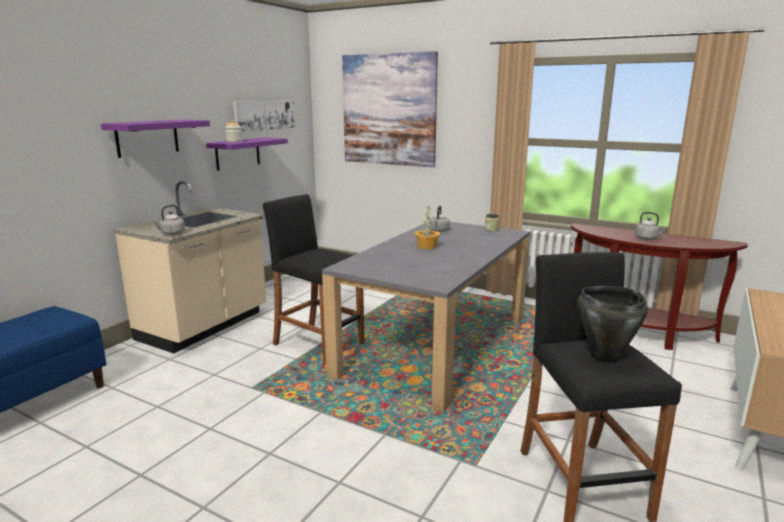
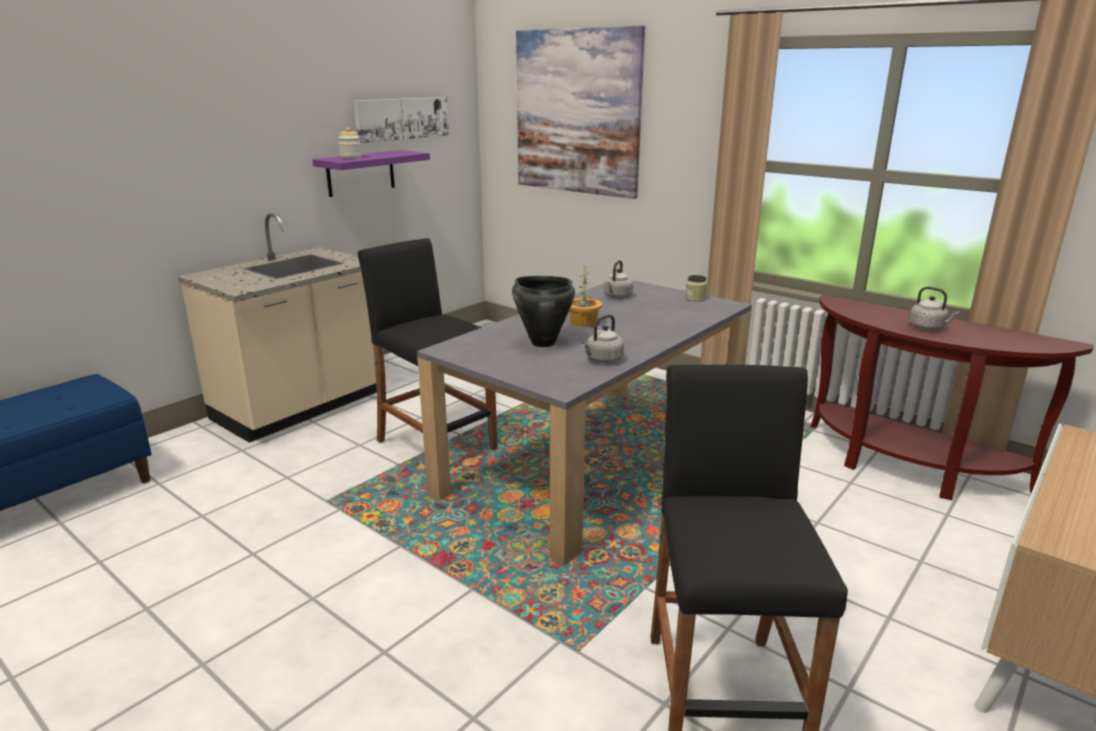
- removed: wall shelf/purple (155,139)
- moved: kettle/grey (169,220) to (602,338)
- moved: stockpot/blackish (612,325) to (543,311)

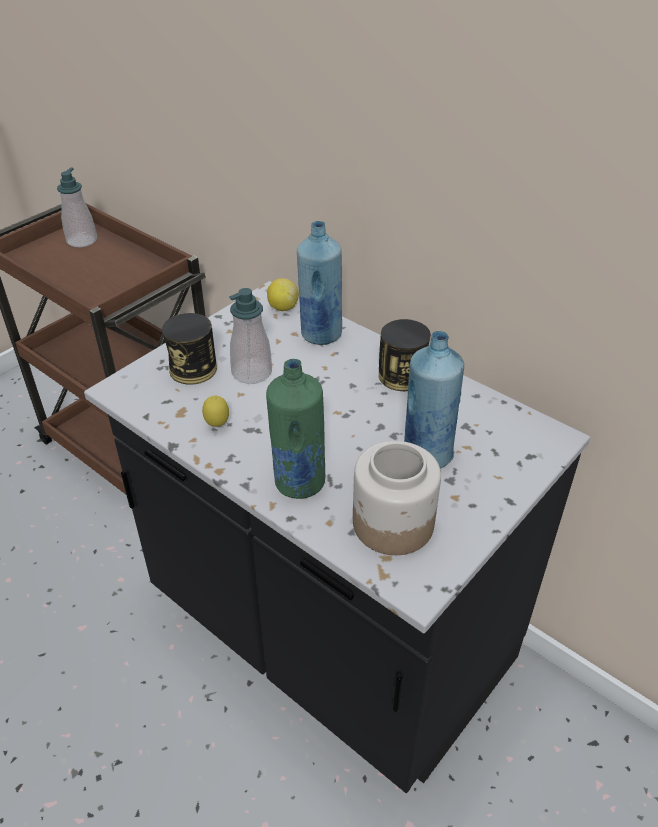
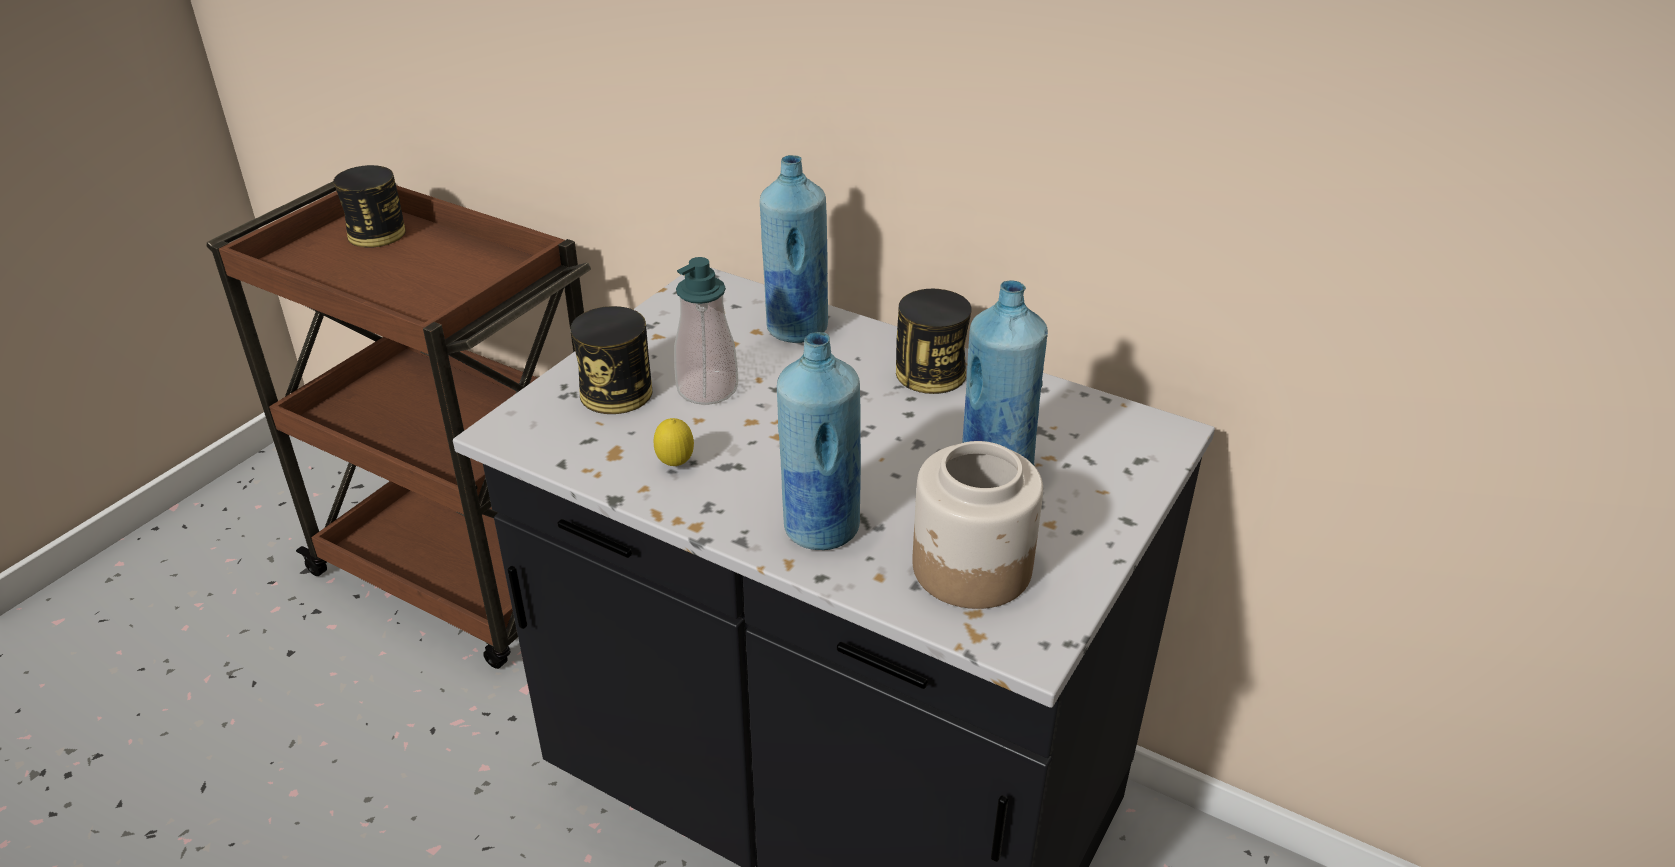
- replaced: liquid soap bottle (77,207) to sealed can (369,206)
- removed: lemon (283,294)
- recoloured: bottle/greenish (295,429) to bottle/bluish (819,441)

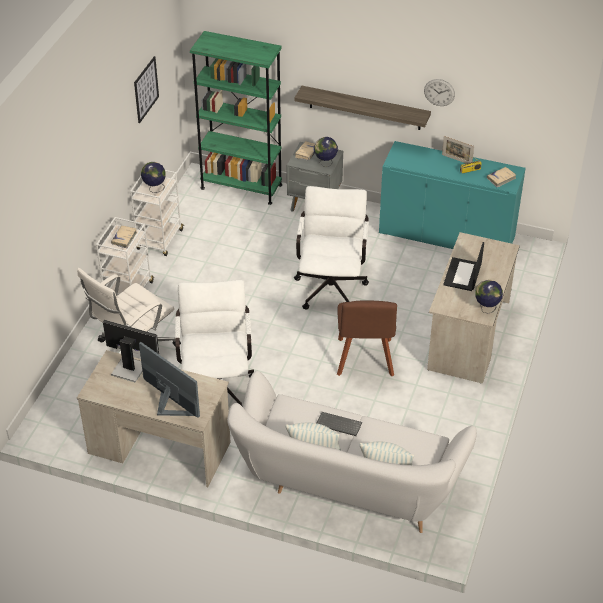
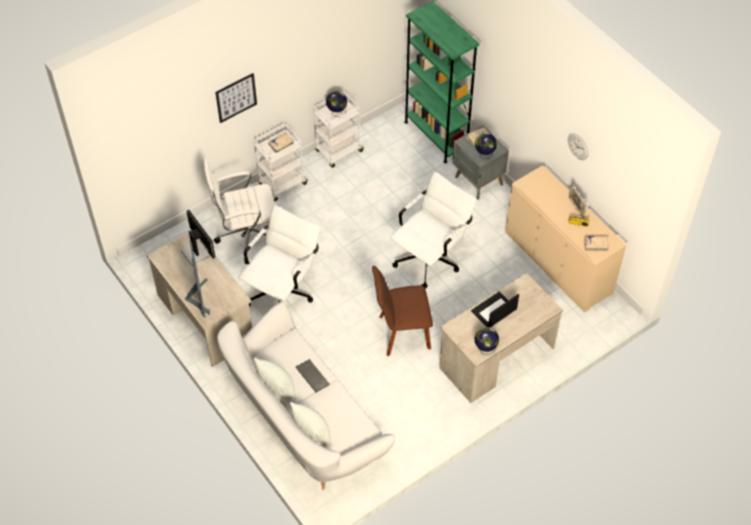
- moved: wall art (146,89) to (236,98)
- removed: wall shelf (362,108)
- recoloured: cupboard/blue-green (452,195) to cupboard/beige-coloured (565,238)
- turned: chair/brown (367,338) = (402,311) 45 degrees clockwise

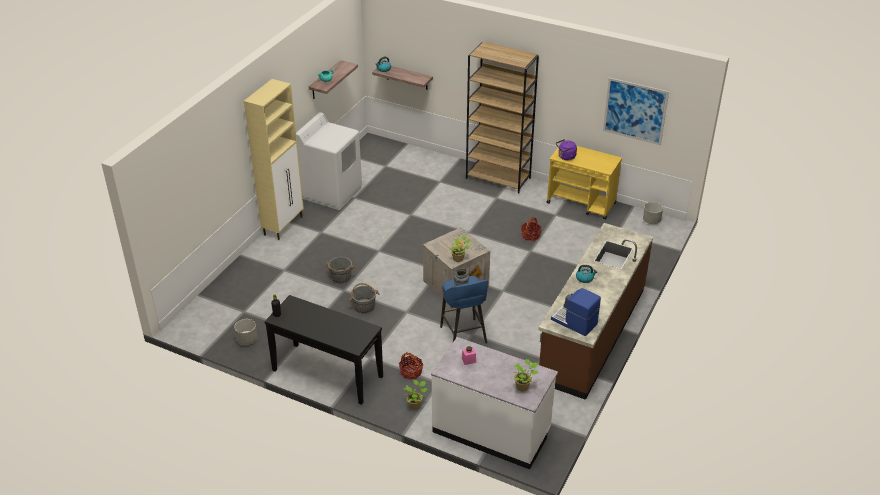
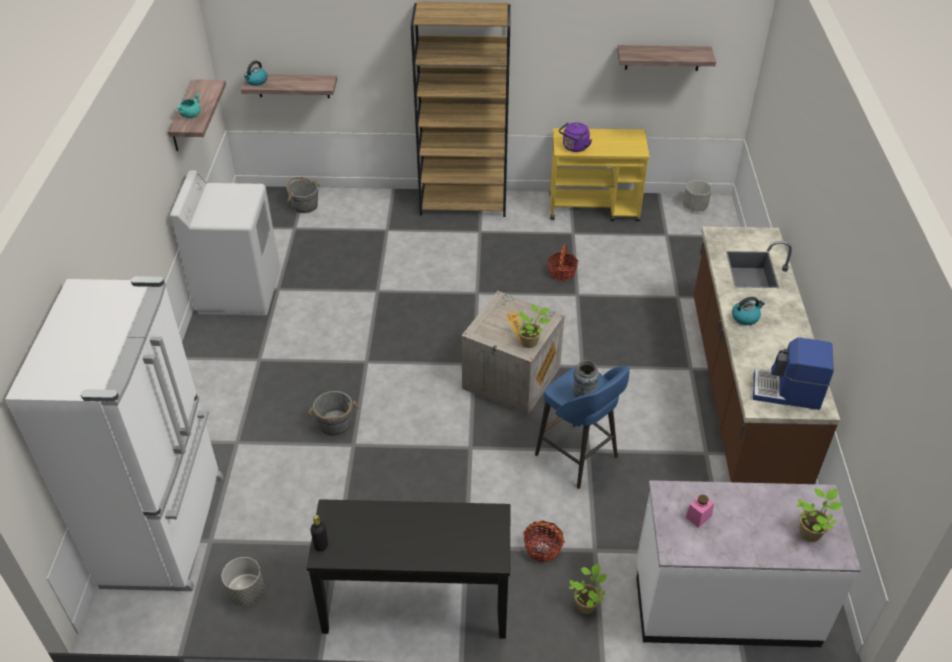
- replaced: wall art (636,111) to wall shelf (666,58)
- removed: cupboard/beige-coloured (274,159)
- moved: pail/grey (364,298) to (303,195)
- added: refrigerator/whitish (114,433)

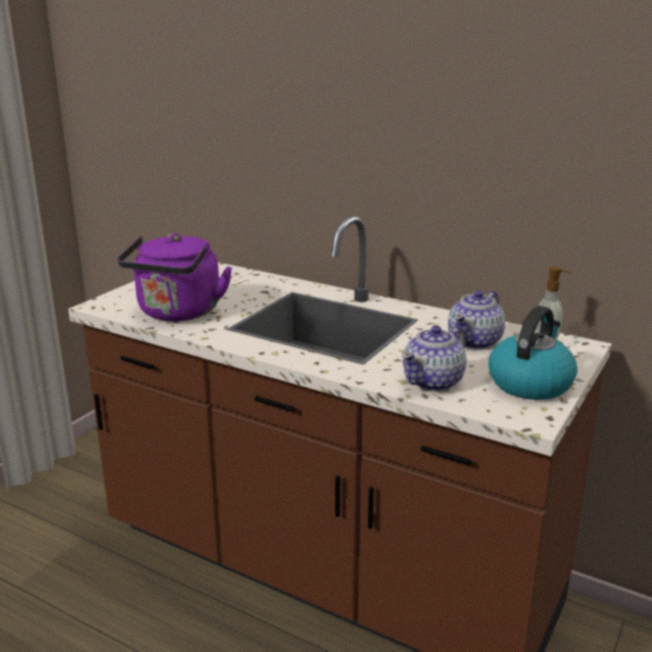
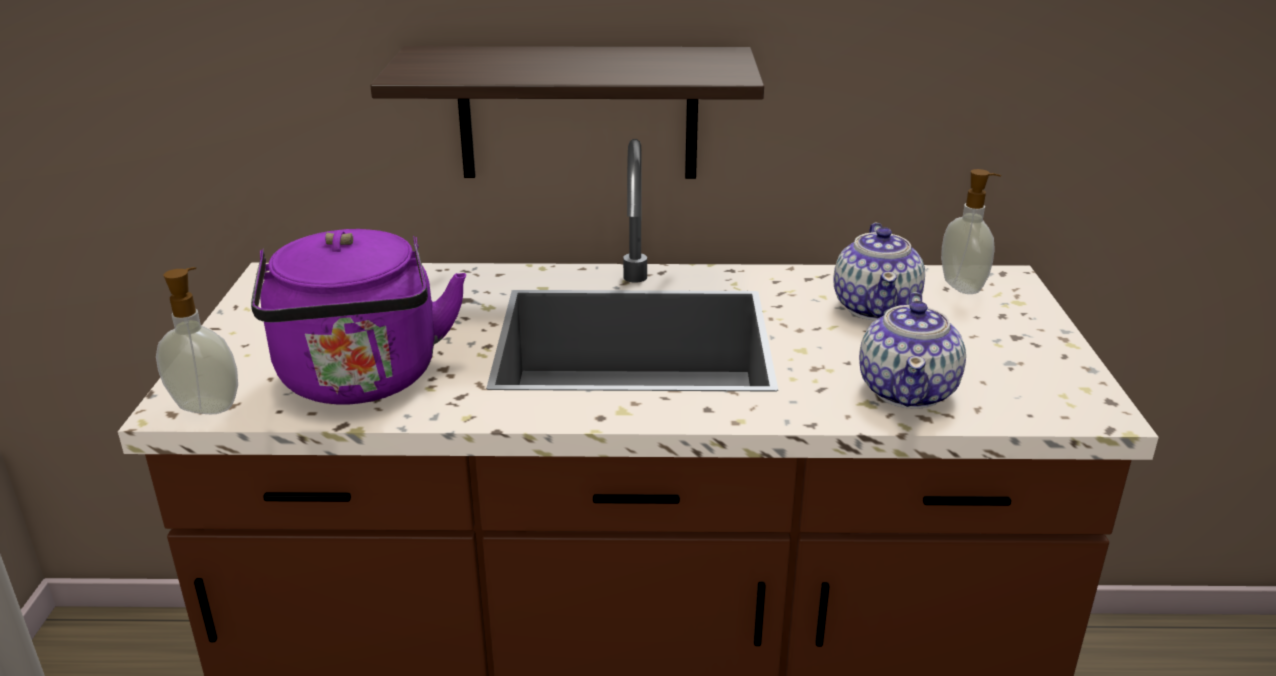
- removed: kettle (533,353)
- added: wall shelf (567,112)
- added: liquid soap bottle (197,340)

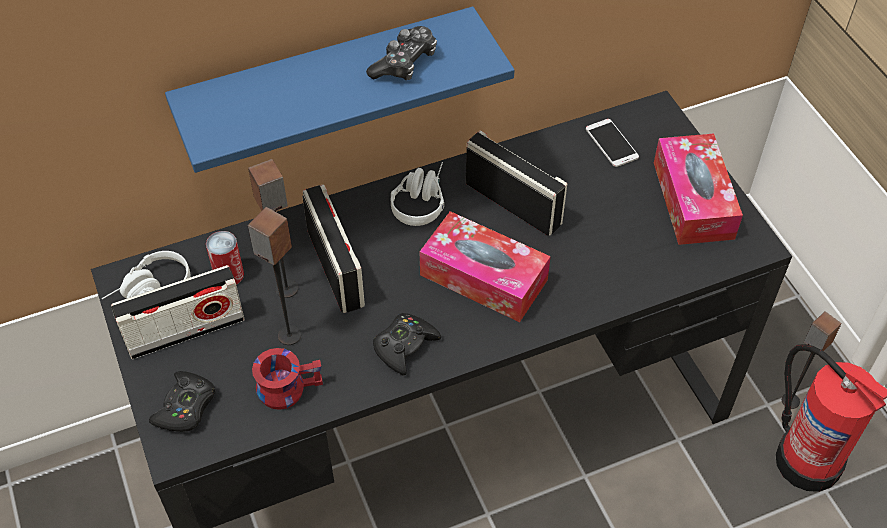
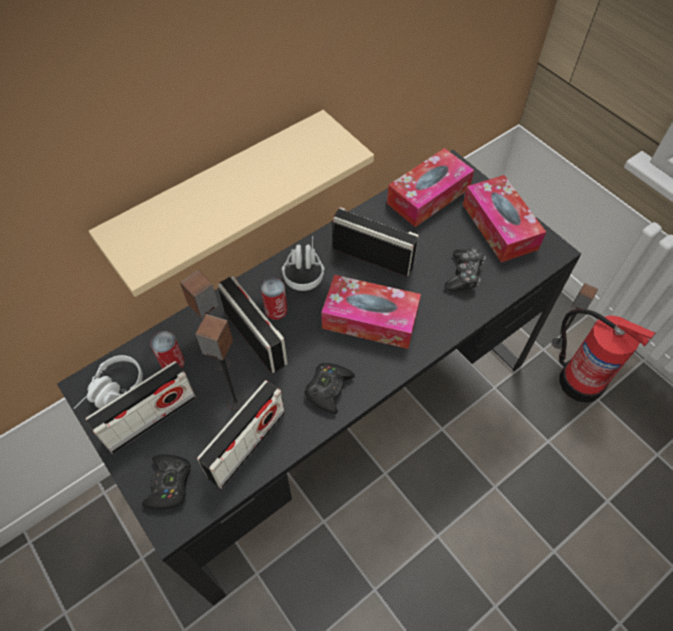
- recoloured: wall shelf/bluish (340,90) to wall shelf/beige-coloured (231,203)
- moved: gamepad (401,53) to (465,270)
- replaced: telephone (612,143) to tissue holder (430,187)
- replaced: coffee mug/red (287,379) to radio (241,434)
- added: sealed can (274,299)

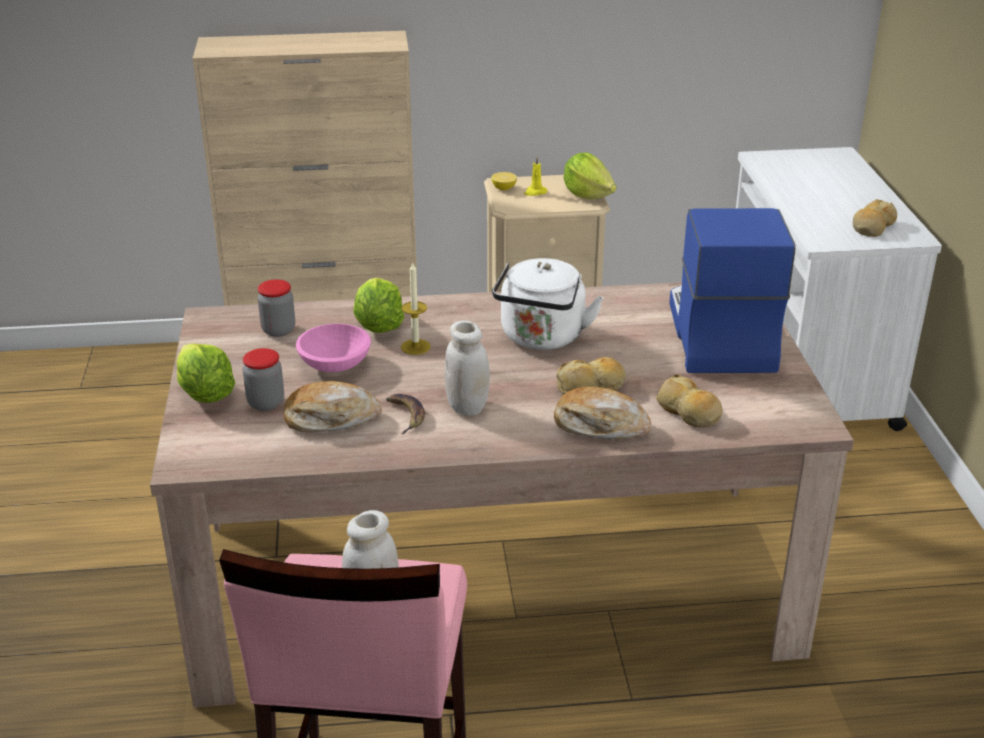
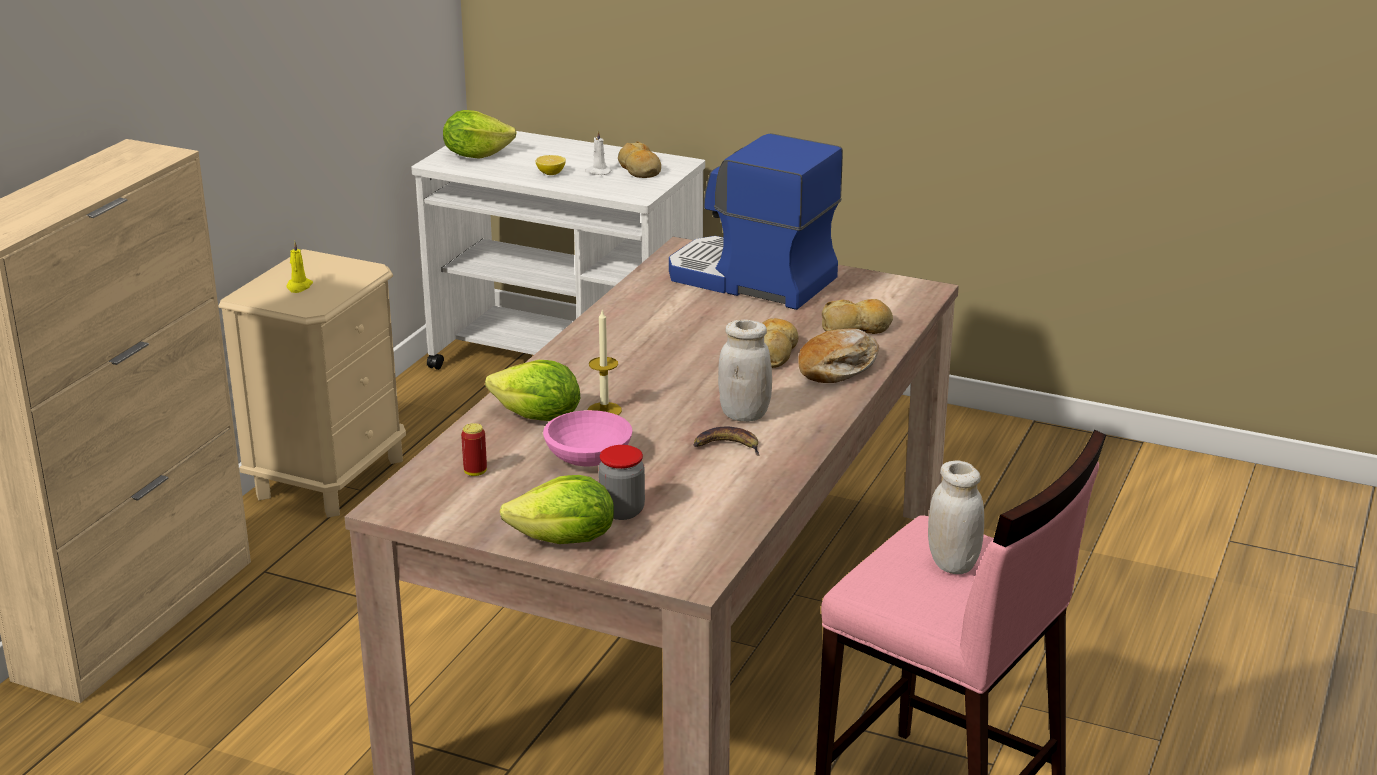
- moved: head of lettuce (589,176) to (480,134)
- moved: lemon (504,181) to (550,165)
- removed: kettle/whitish (548,304)
- replaced: storage jar (276,308) to sealed can (474,449)
- removed: baked bread (332,406)
- added: wax candle/whitish (598,152)

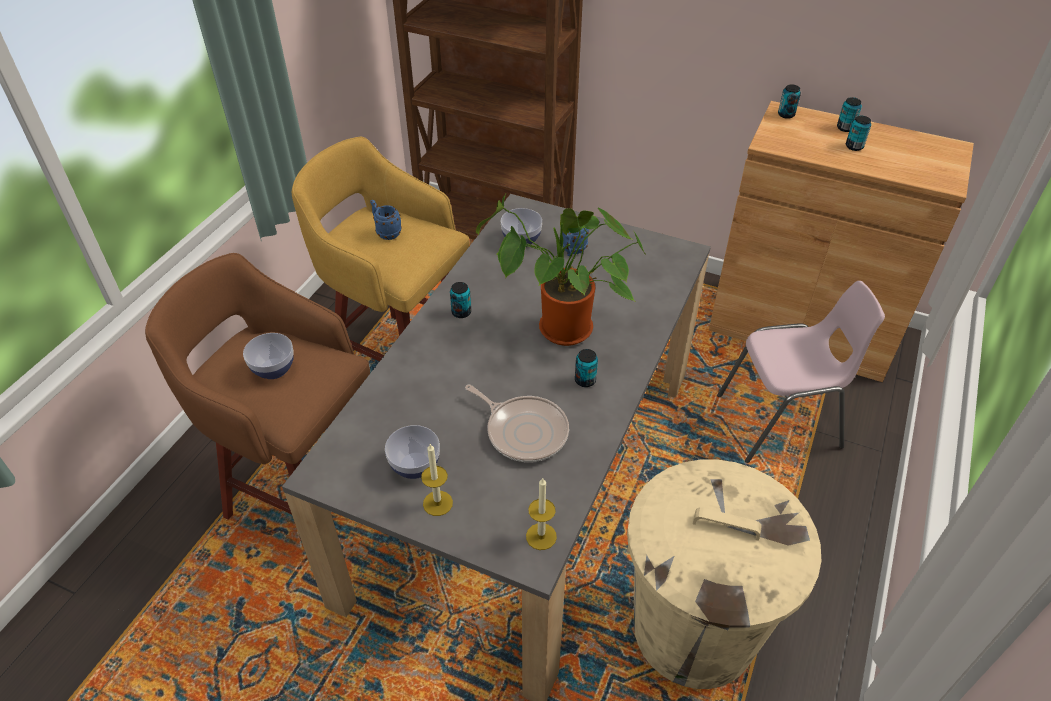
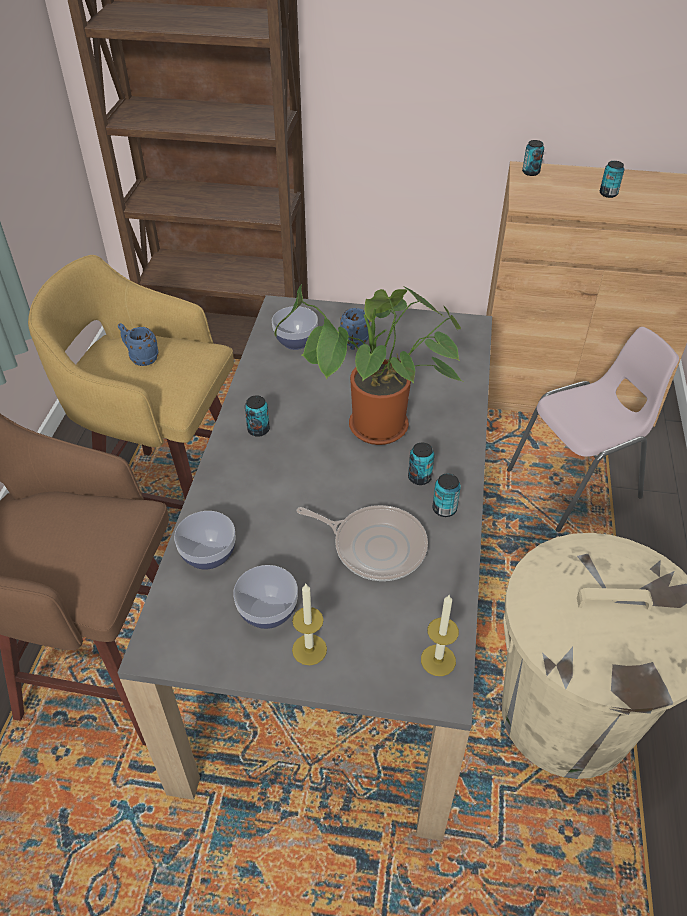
- moved: sealed can (849,114) to (446,495)
- moved: bowl (268,356) to (205,540)

